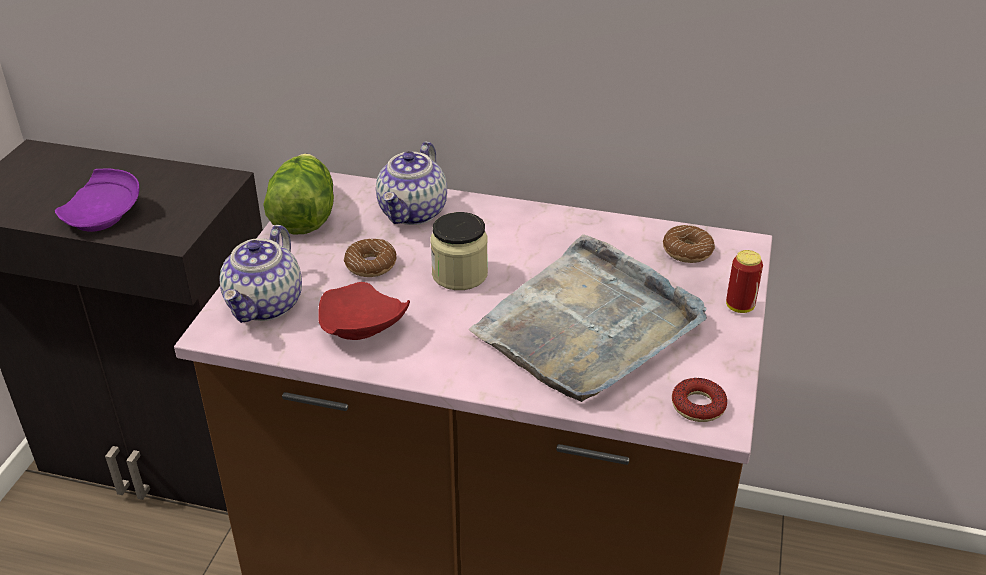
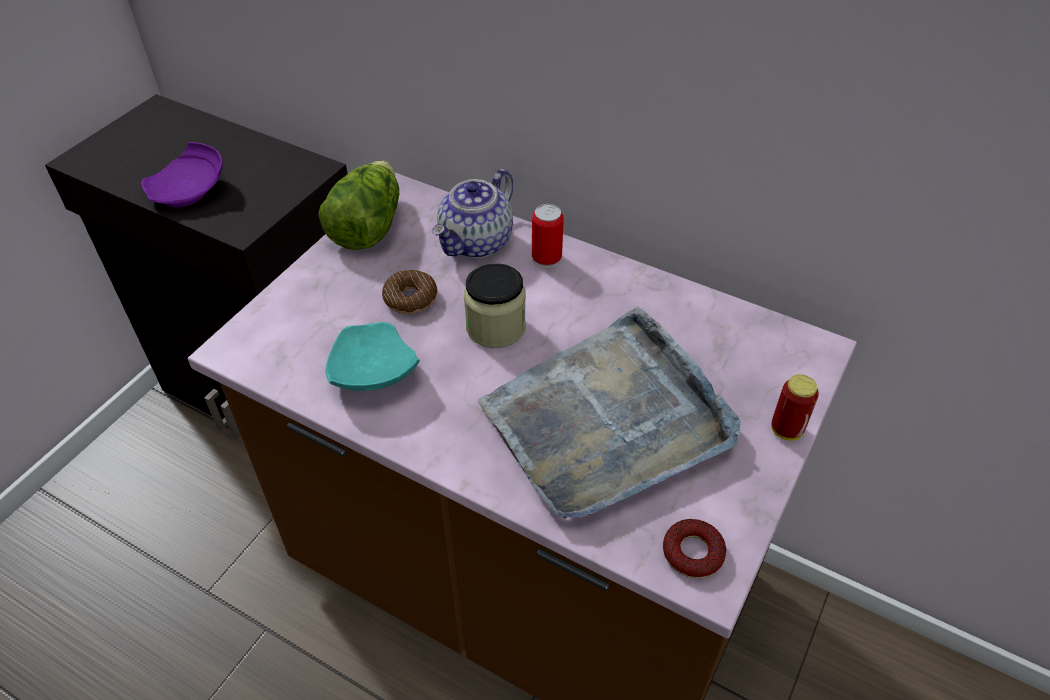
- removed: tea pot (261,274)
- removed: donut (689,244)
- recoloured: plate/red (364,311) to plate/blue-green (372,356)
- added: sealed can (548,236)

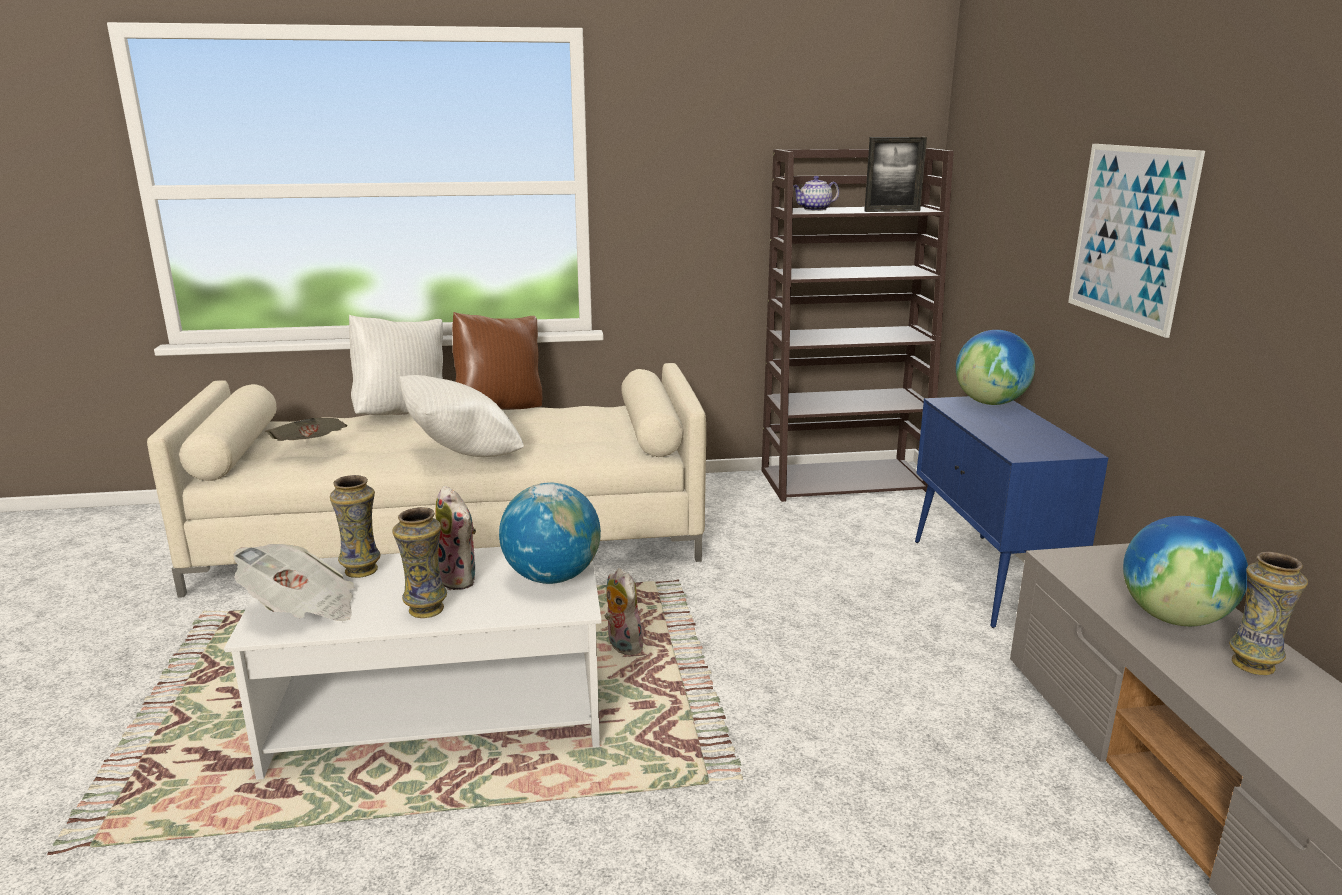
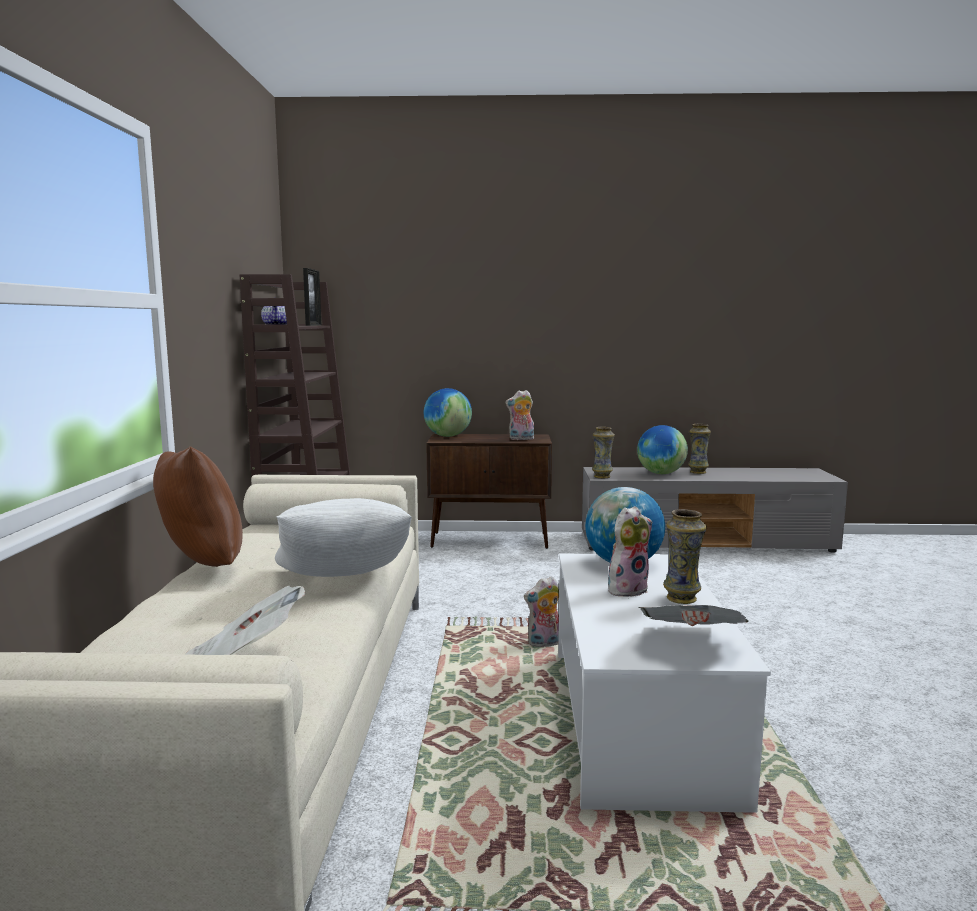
- removed: wall art (1136,241)
- removed: pillow/whitish (396,365)
- recoloured: cupboard/bluish (1011,512) to cupboard/brown (489,491)
- moved: decorative vase (355,526) to (603,452)
- added: plush toy (519,415)

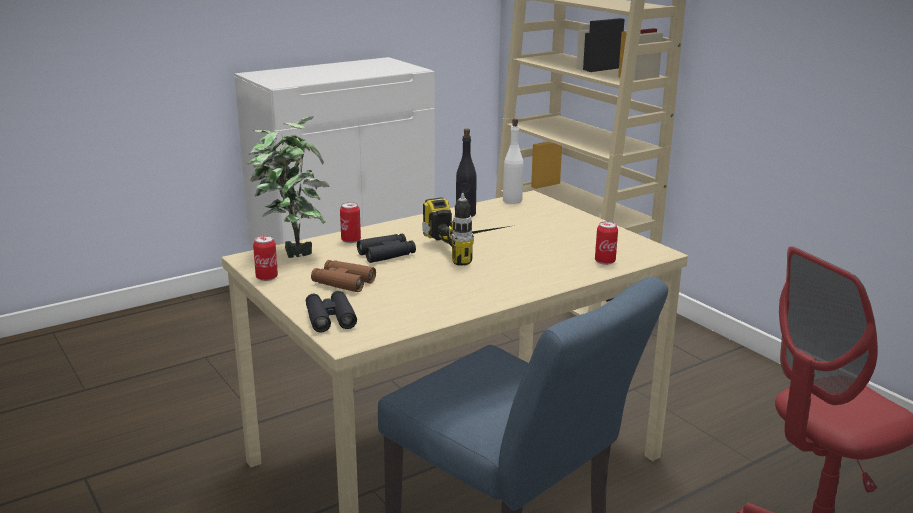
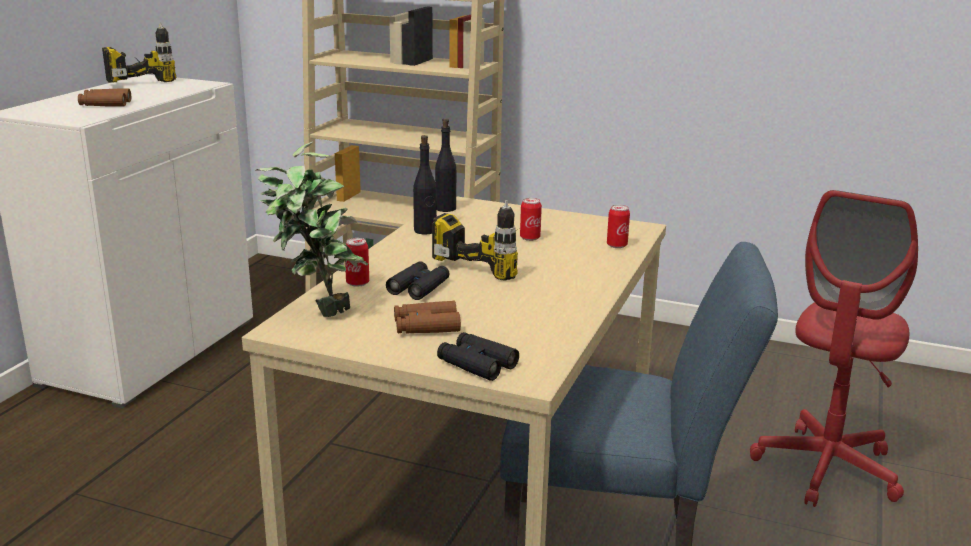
- recoloured: bottle/whitish (513,161) to bottle/blackish (445,165)
- moved: sealed can (265,258) to (531,219)
- added: power drill (139,53)
- added: pair of binoculars/brown (104,97)

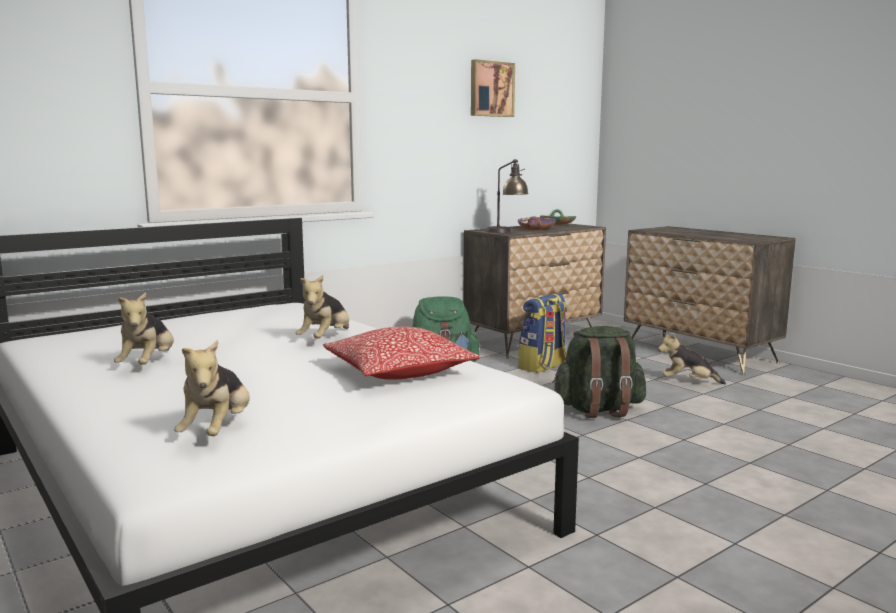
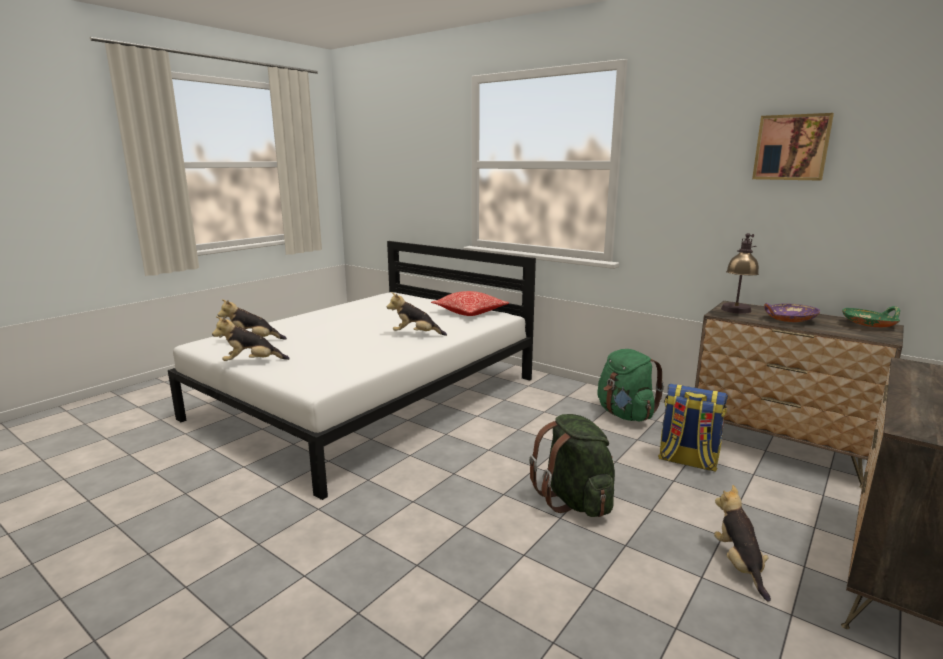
- moved: plush toy (144,328) to (250,338)
- moved: pillow (401,353) to (470,303)

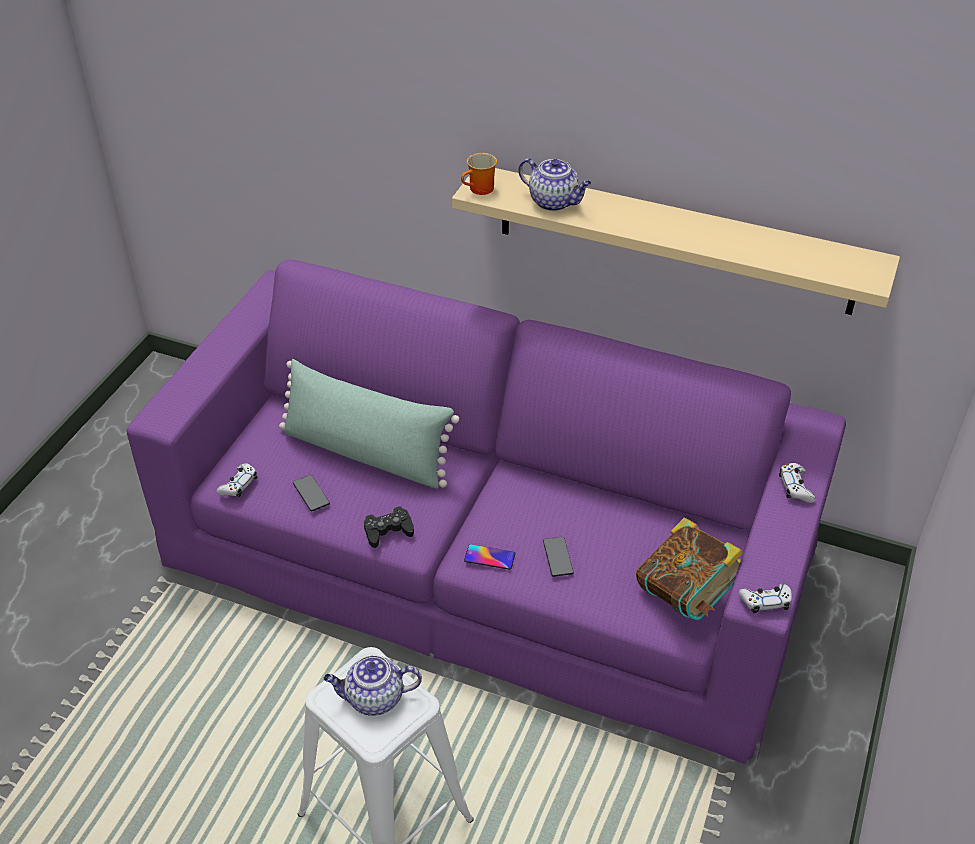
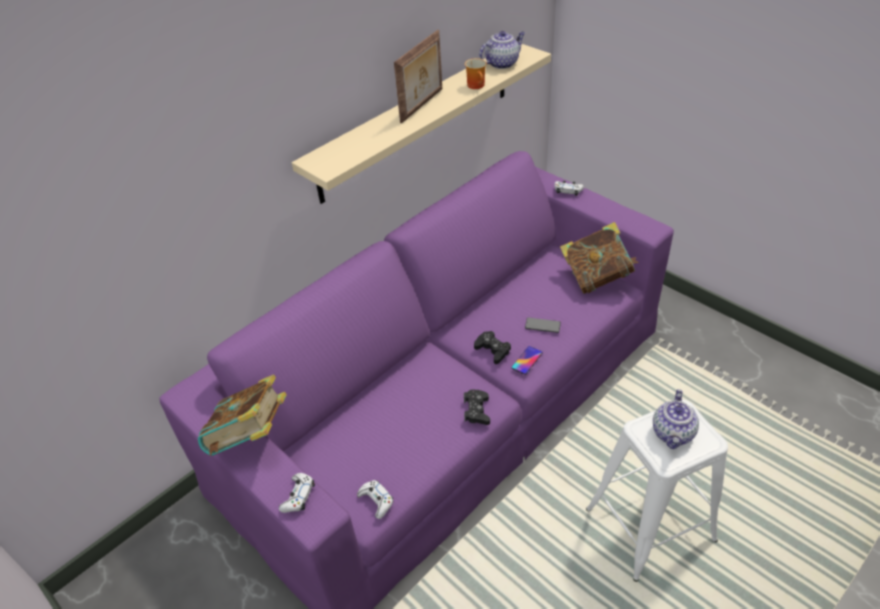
- moved: coffee mug (479,174) to (476,73)
- moved: tea pot (555,184) to (502,50)
- removed: pillow/greenish (369,424)
- removed: telephone (311,493)
- moved: gamepad/whitish (765,599) to (297,493)
- added: picture frame (418,77)
- added: gamepad/blackish (492,347)
- added: bound book (242,415)

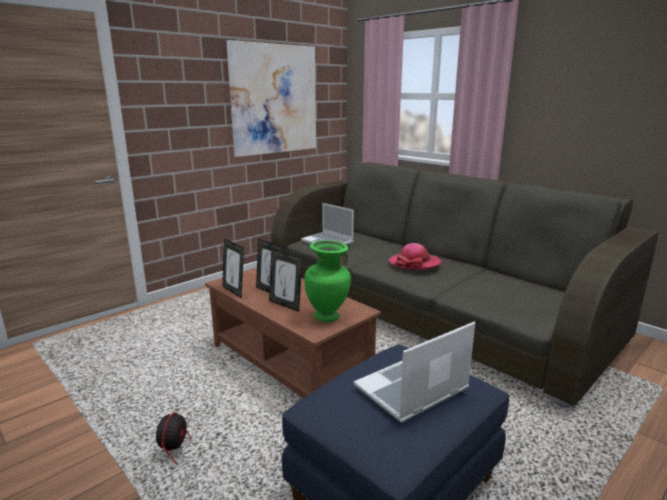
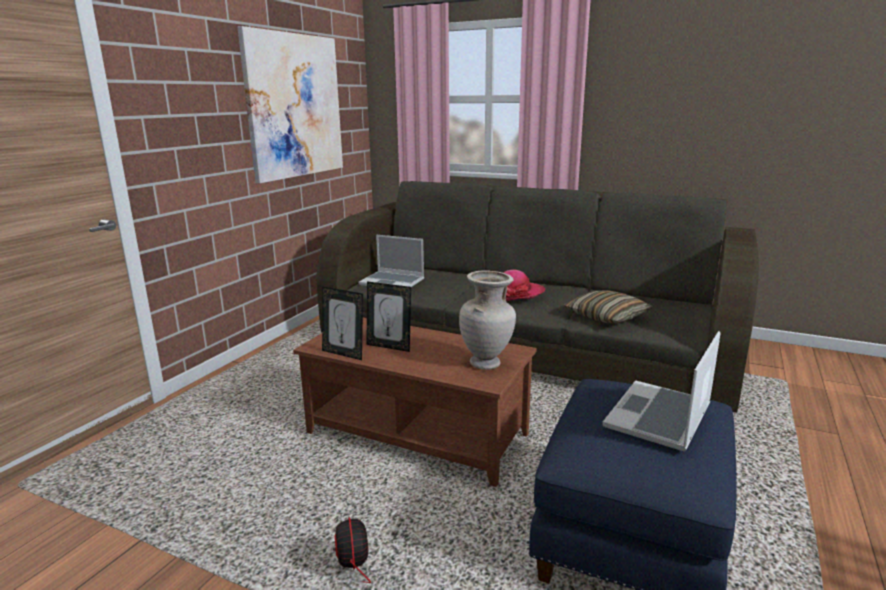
- recoloured: decorative vase/greenish (327,281) to decorative vase/beige-coloured (487,320)
- removed: picture frame (285,280)
- added: pillow (609,306)

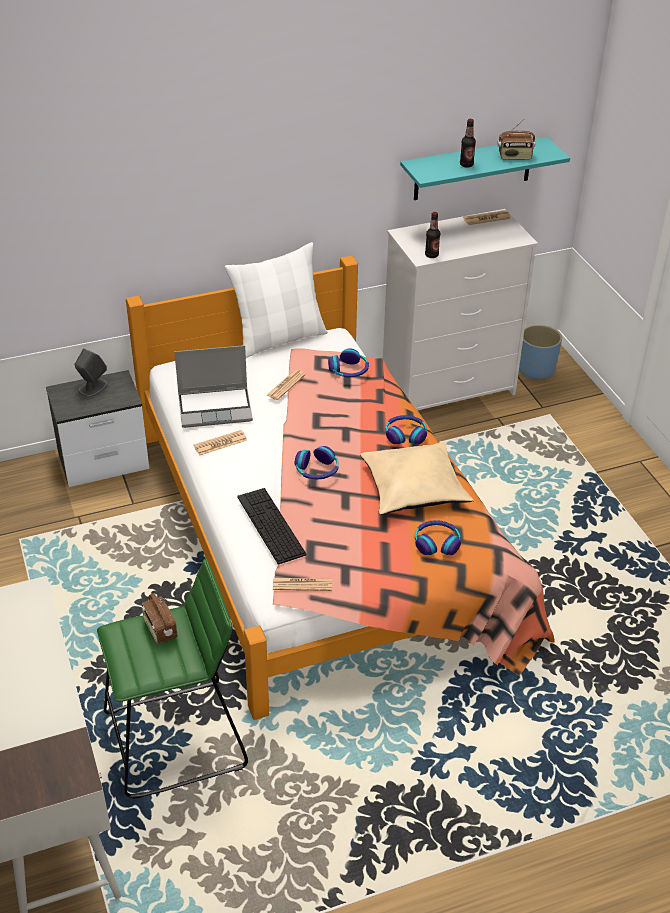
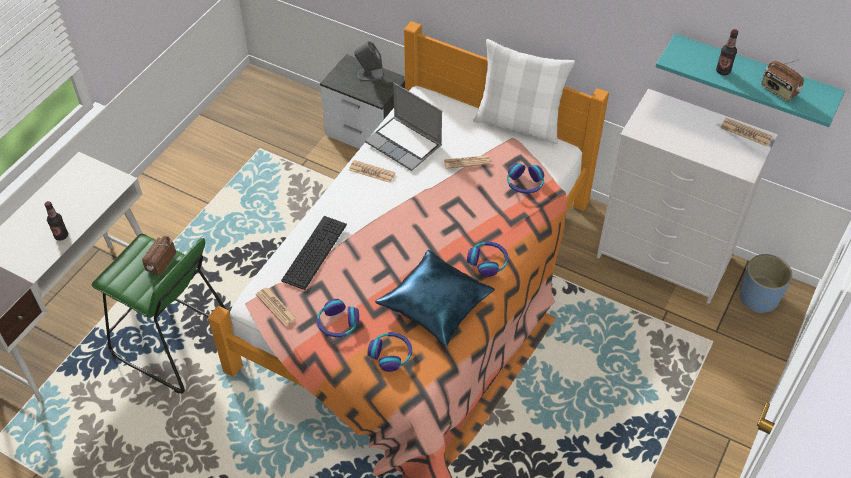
- moved: bottle (432,235) to (56,221)
- recoloured: pillow/beige-coloured (417,478) to pillow/bluish (435,298)
- moved: pair of headphones (316,462) to (337,318)

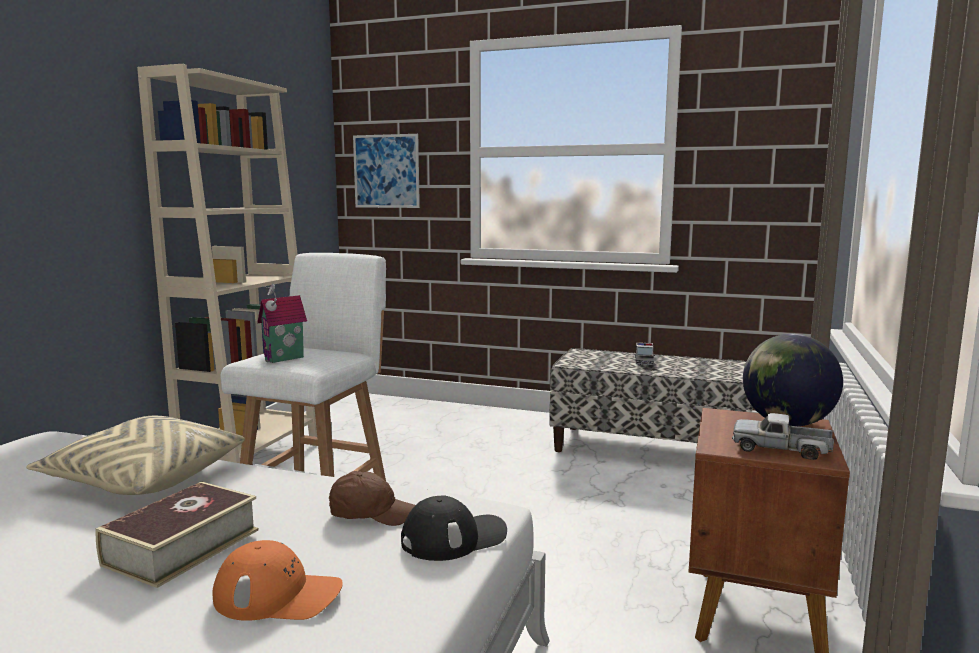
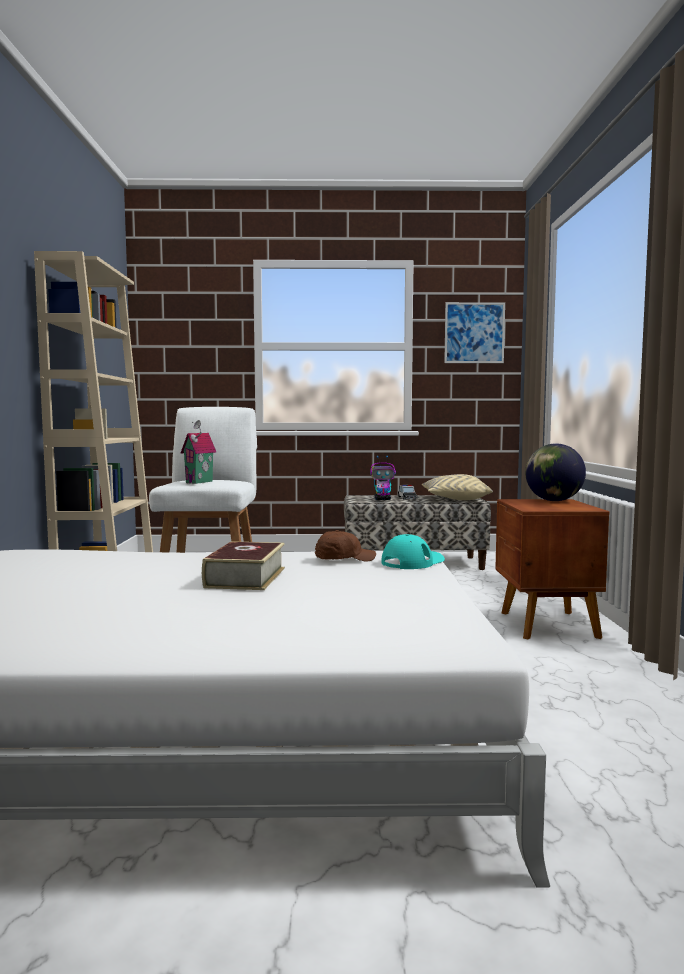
- moved: wall art (386,171) to (474,332)
- removed: toy truck (783,436)
- moved: pillow/beige-coloured (135,455) to (457,487)
- recoloured: cap/blackish (454,528) to cap/blue-green (413,551)
- removed: cap/orange (277,580)
- added: robot figure (383,478)

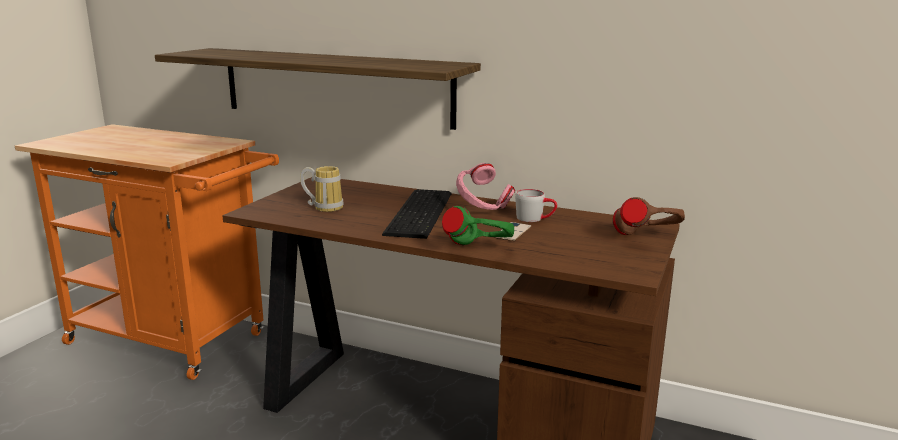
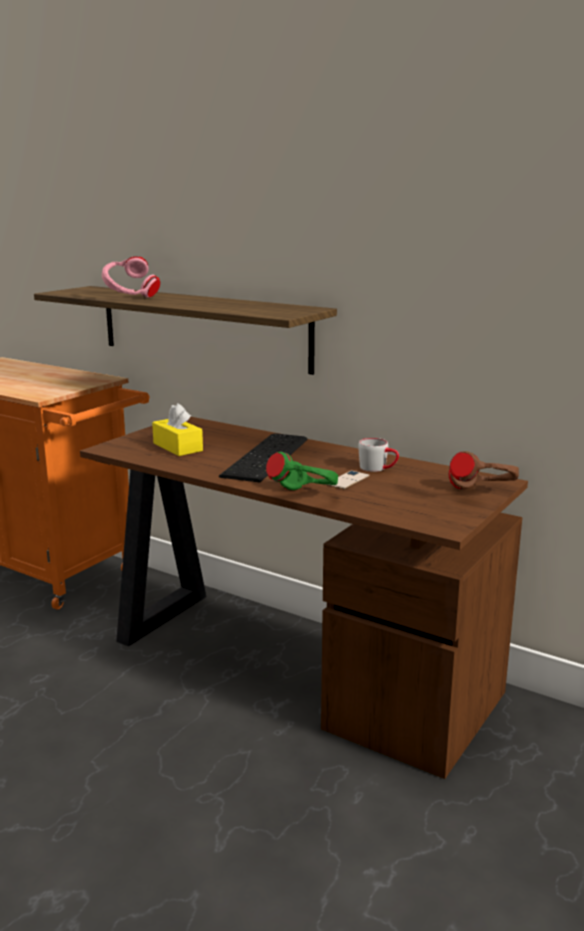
- moved: pair of headphones/pinkish (485,186) to (131,276)
- replaced: coffee mug (322,189) to tissue holder/yellow-coloured (177,429)

